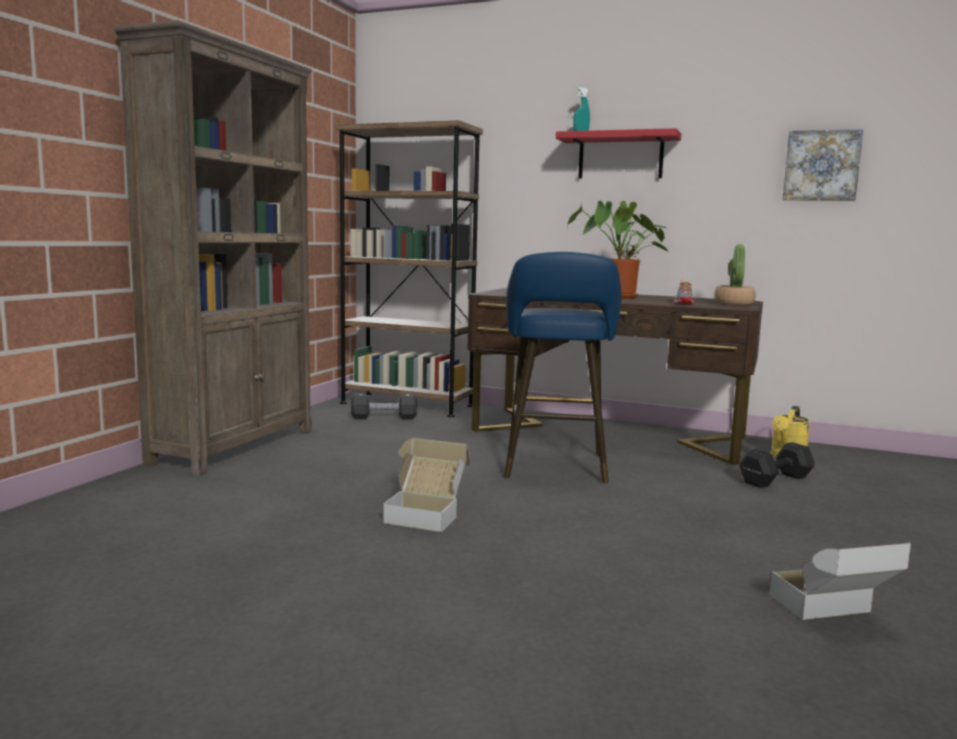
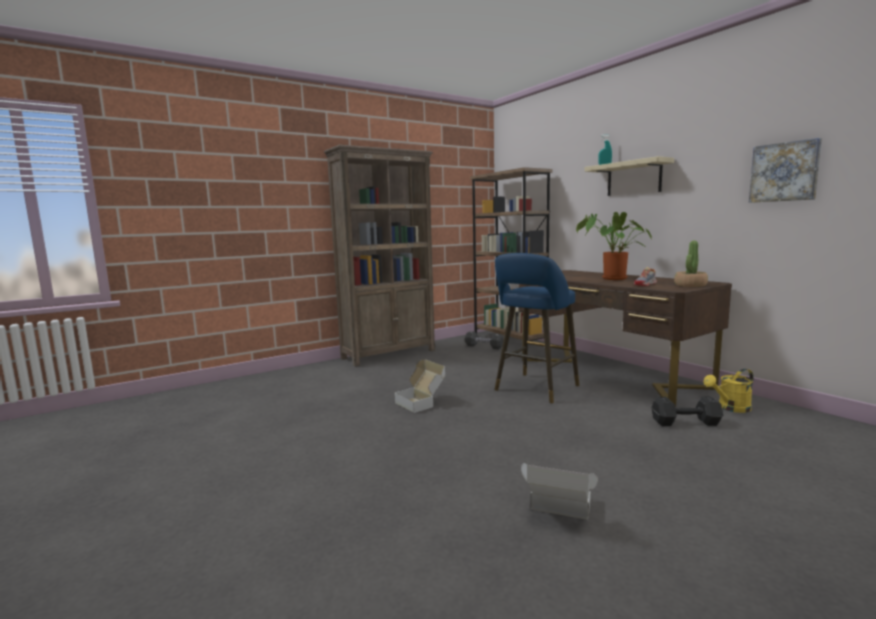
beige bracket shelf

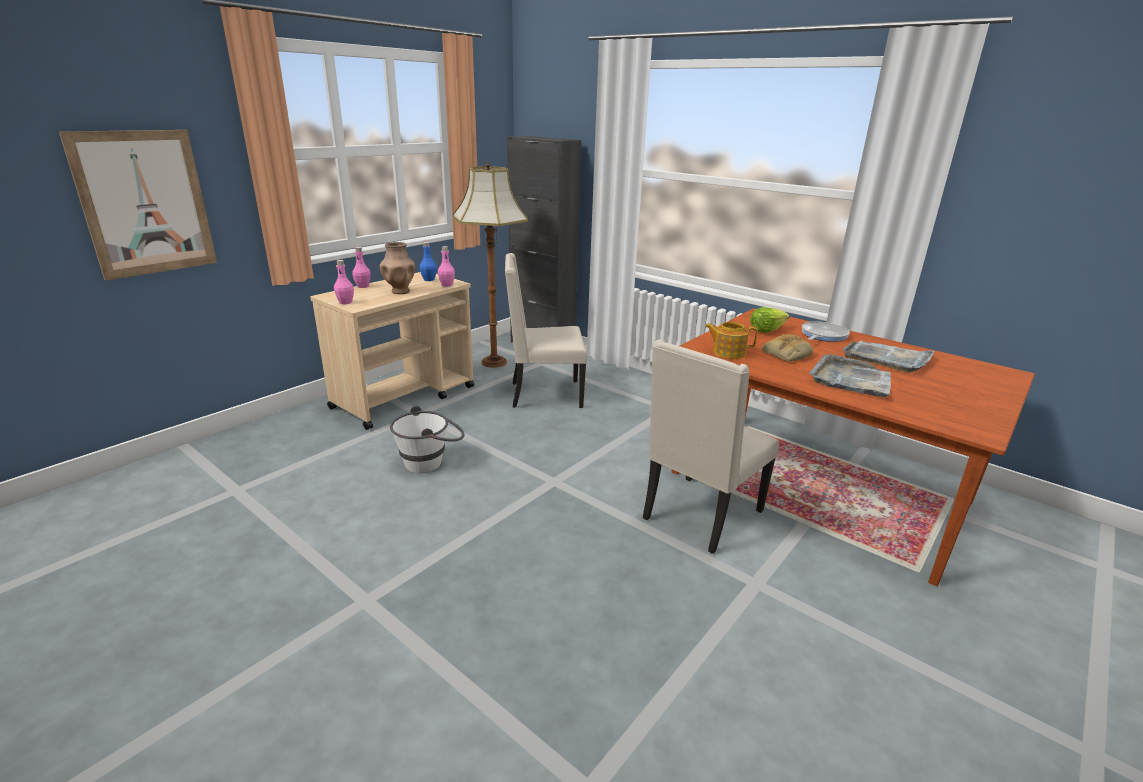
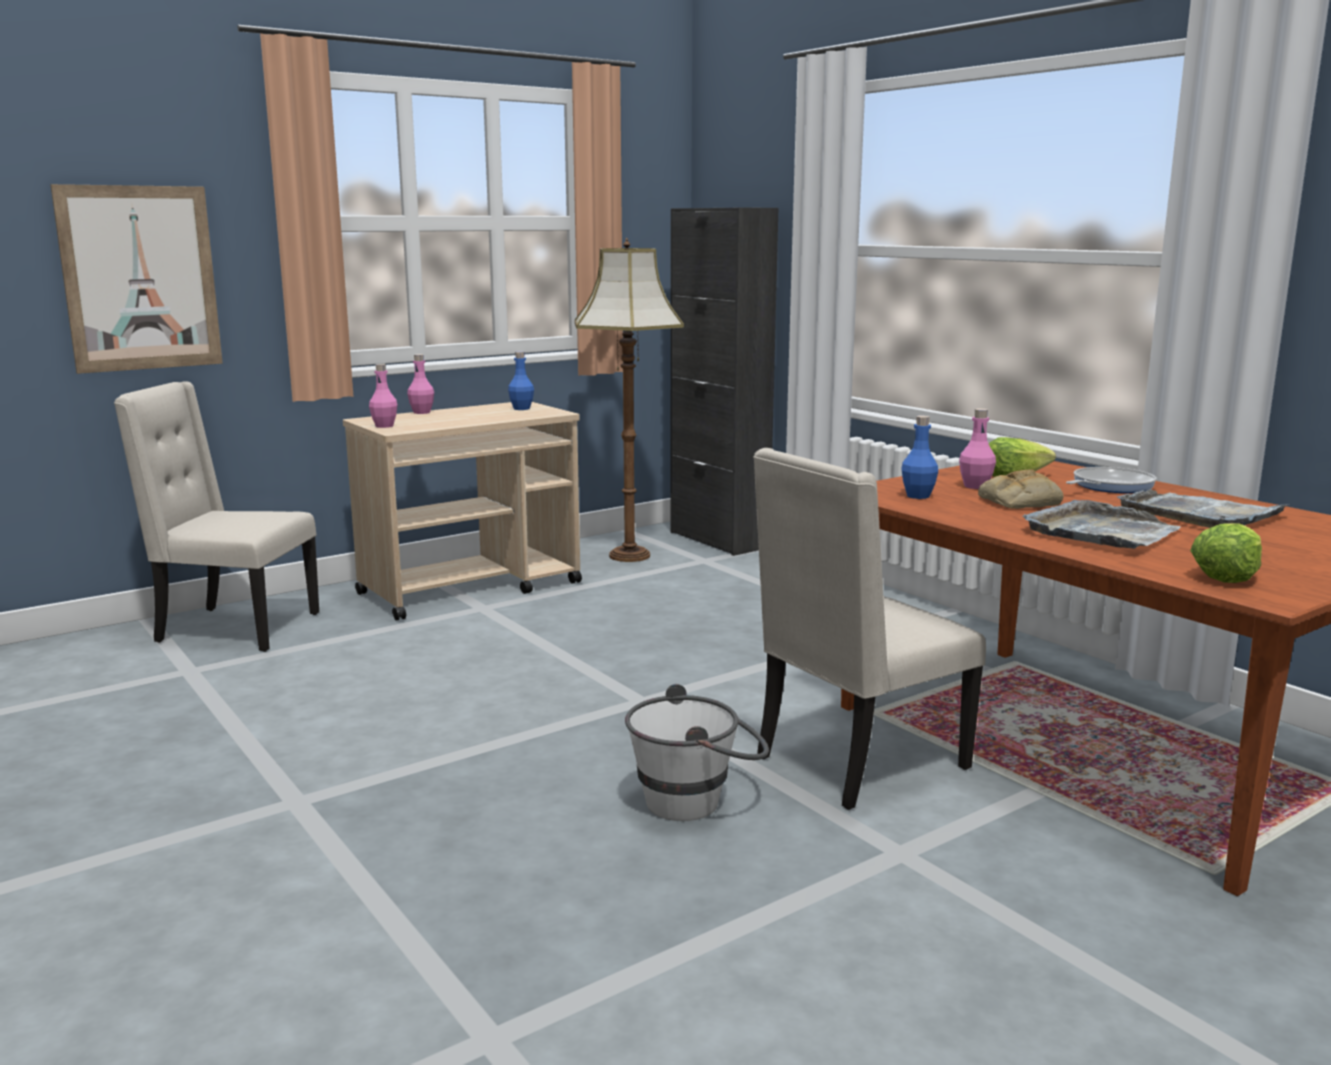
brown flower vase; white-coloured pail; pink-coloured beverage bottle (no. 3 from left); beige upright chair (no. 1 from left); blue-coloured beverage bottle (no. 2 from left); lettuce head (no. 2 from left)

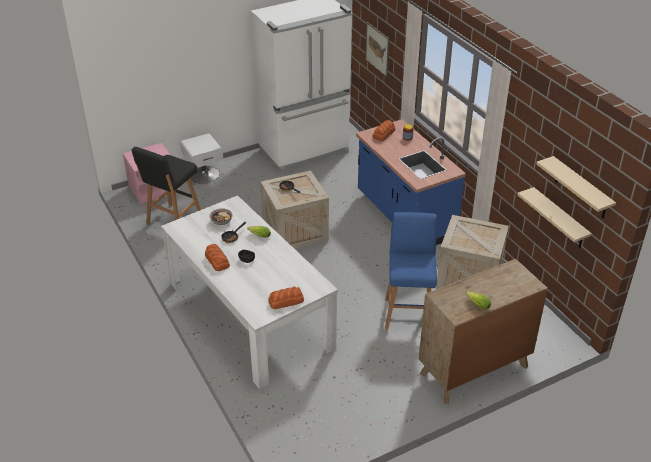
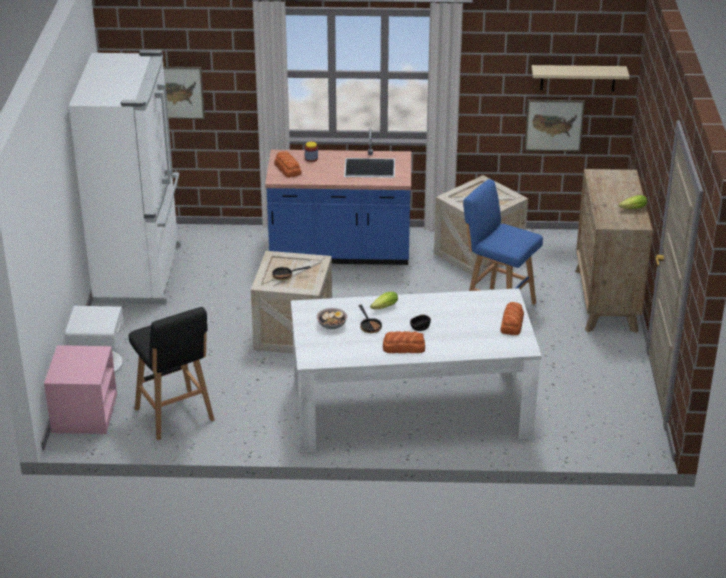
picture (no. 2 from left)

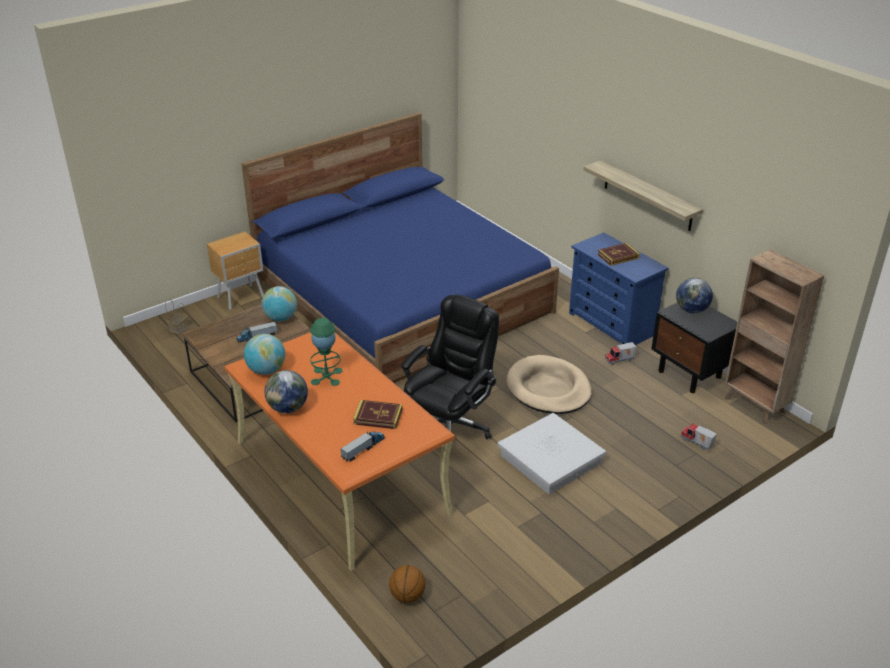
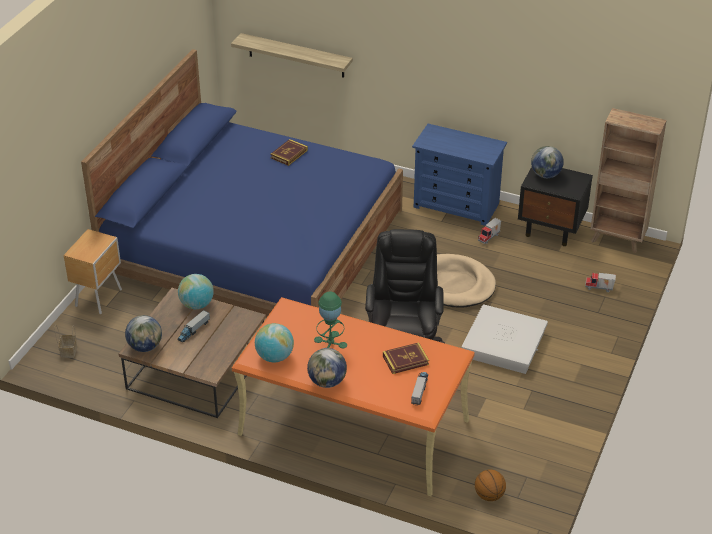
bracket shelf; volume (no. 1 from left); globe (no. 1 from left)

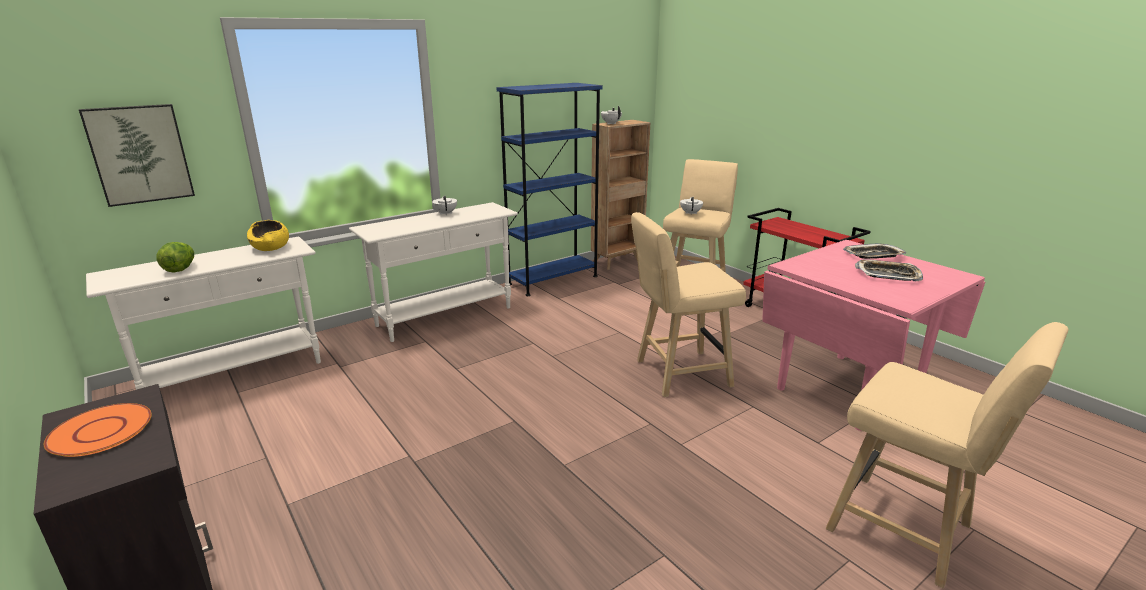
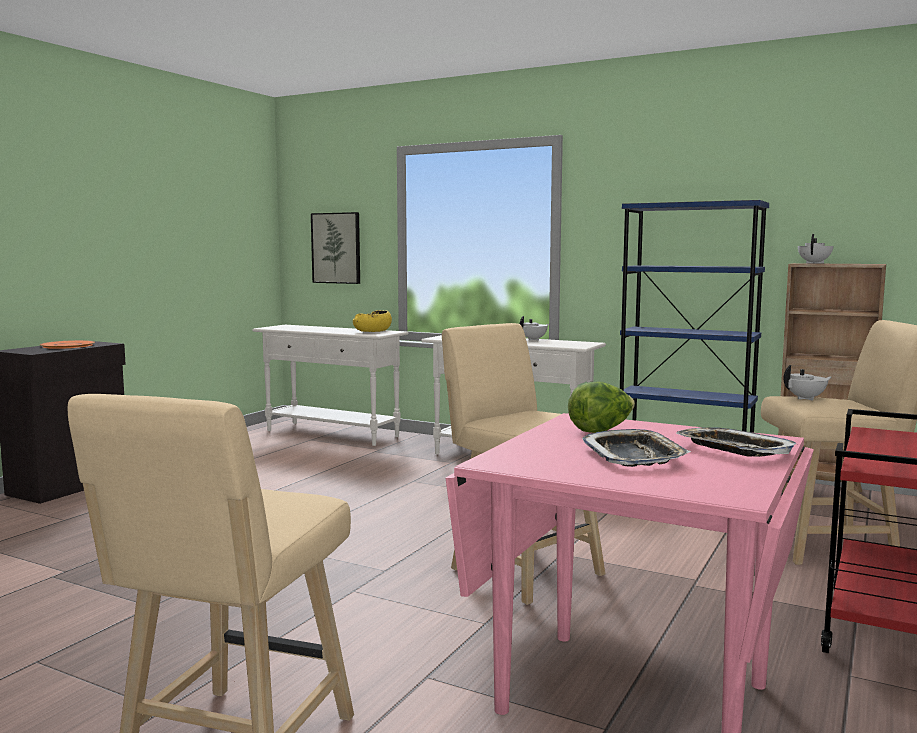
lettuce head

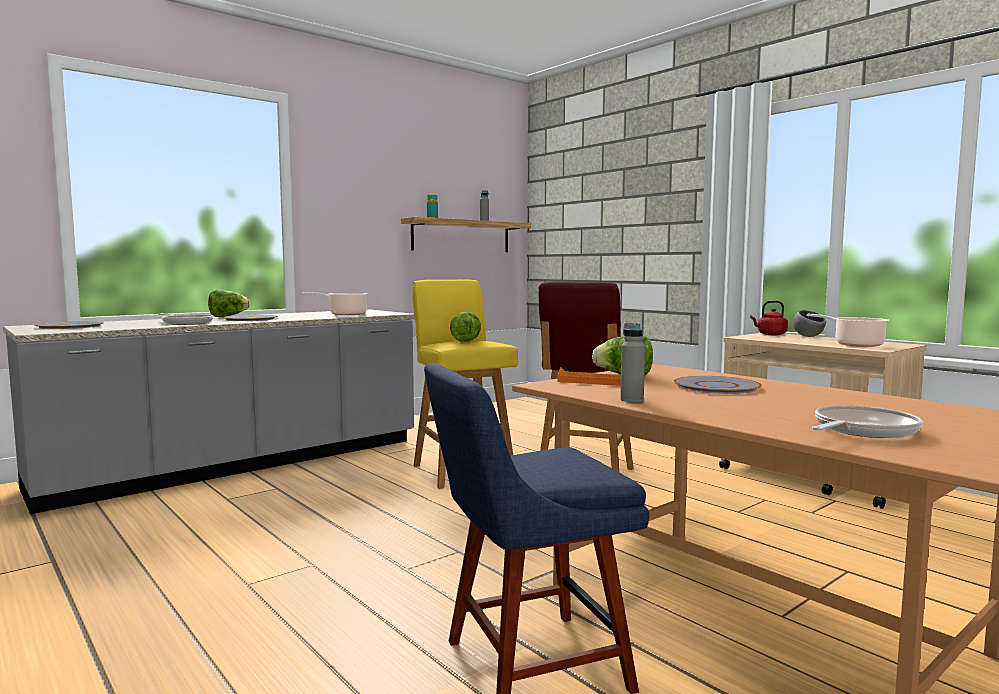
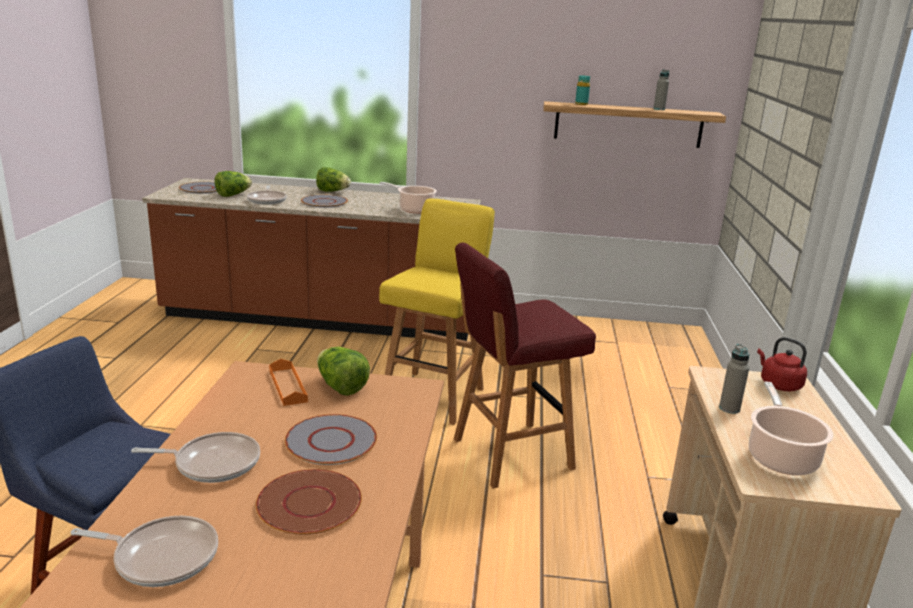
brown kitchen base unit; lettuce head (no. 1 from left); greyish beverage bottle (no. 2 from left); greyish serving bowl; frying pan (no. 2 from left); brown flat dish

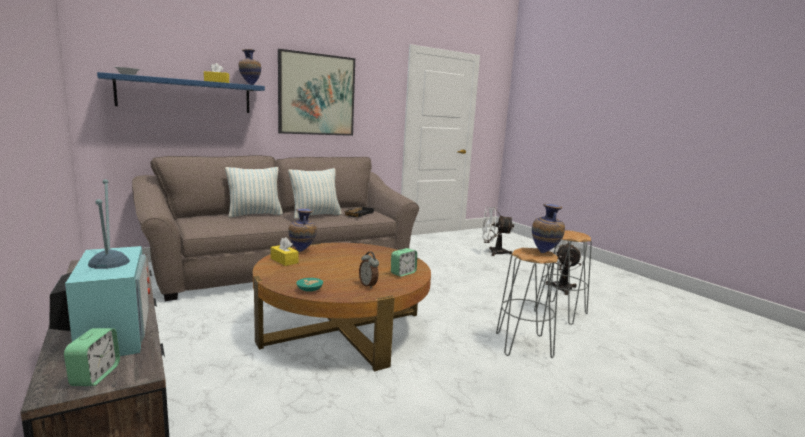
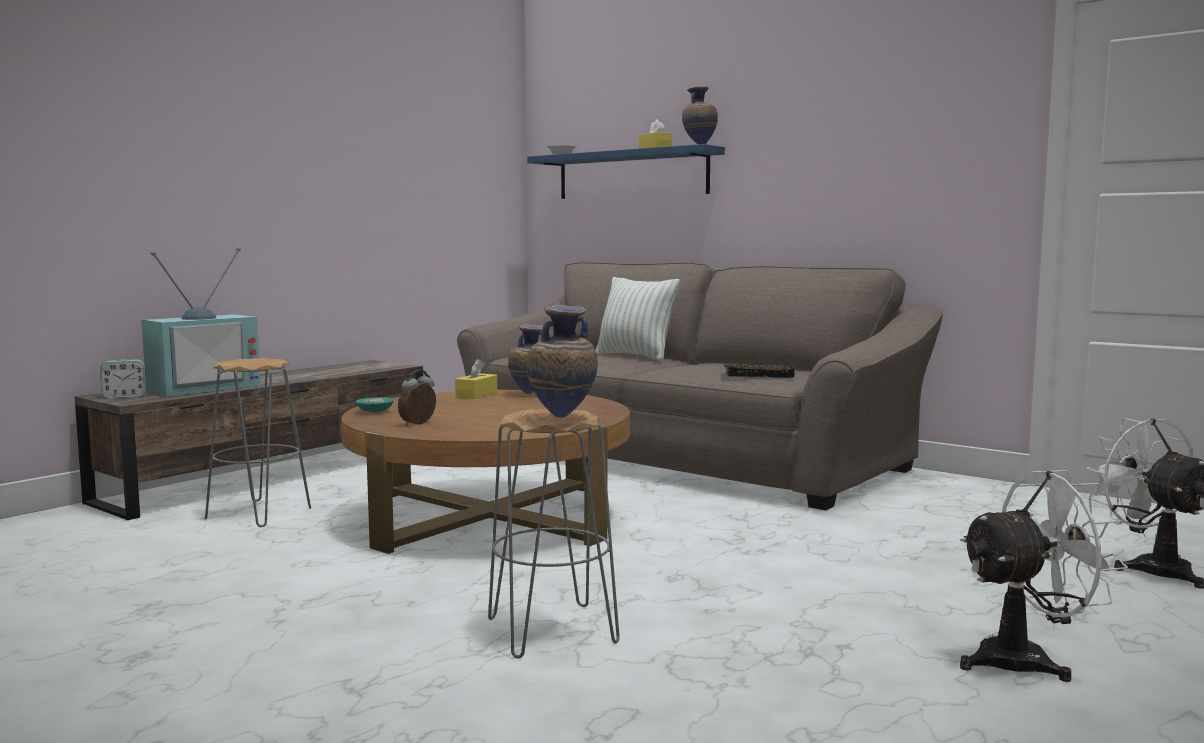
picture; cushion (no. 2 from left in the first image); alarm clock (no. 3 from left in the first image); greyish stool seat (no. 1 from left)

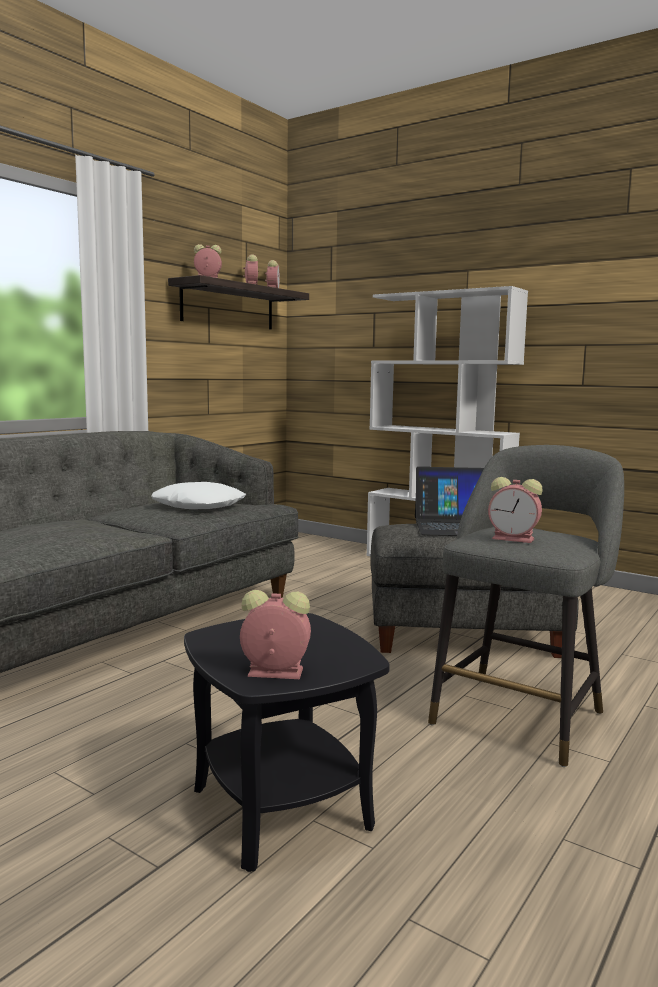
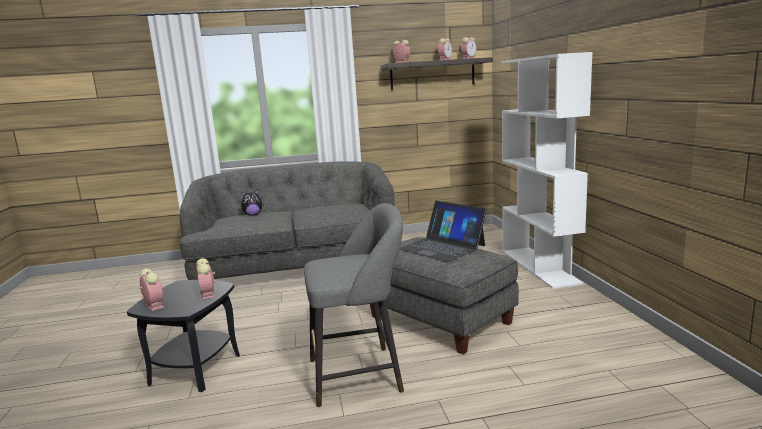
white-coloured cushion; alarm clock (no. 2 from left); cuddly toy

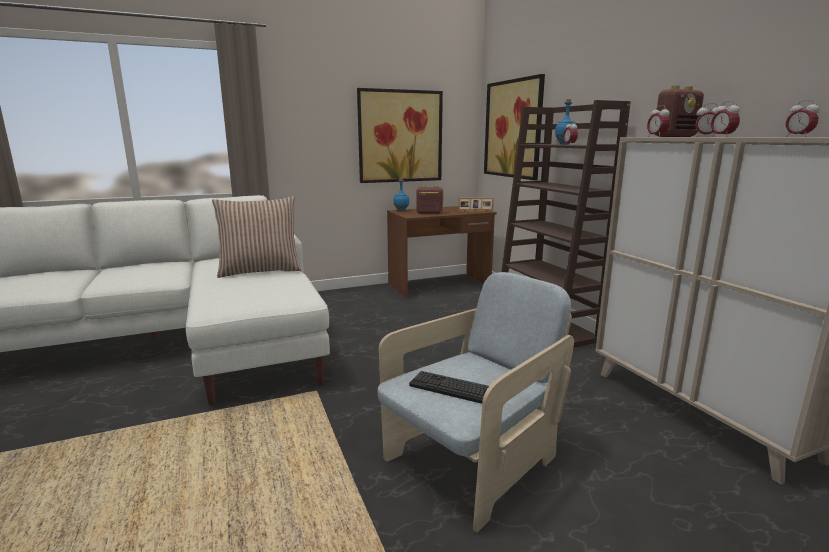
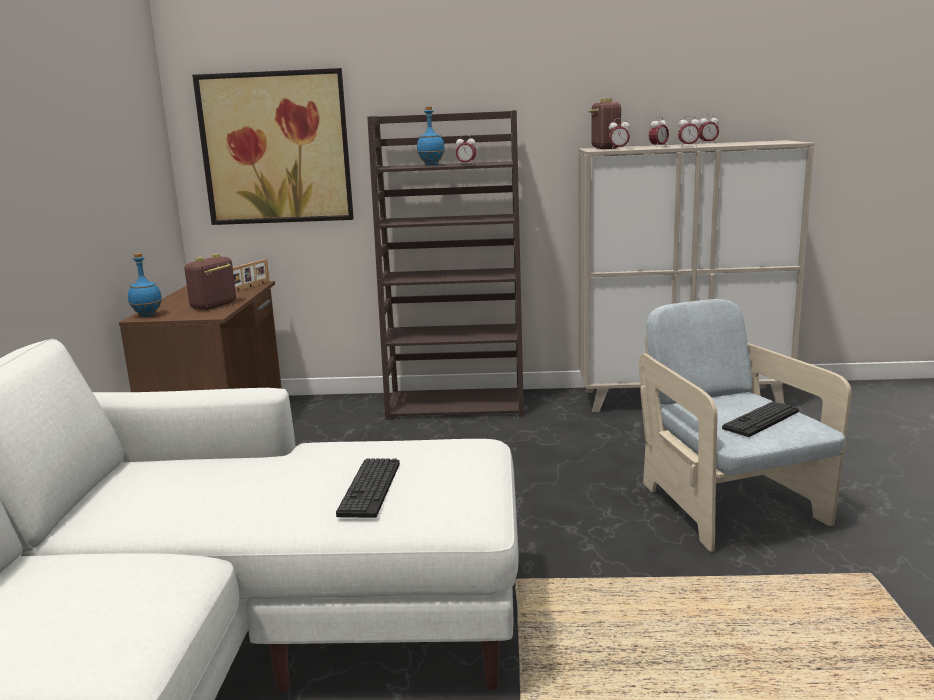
cushion; picture (no. 1 from left in the first image); PC keyboard (no. 1 from left)

